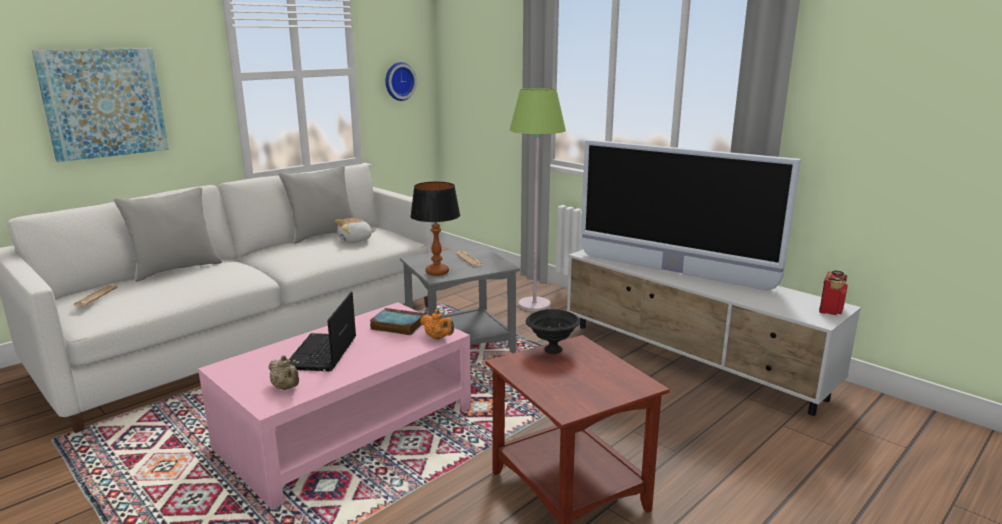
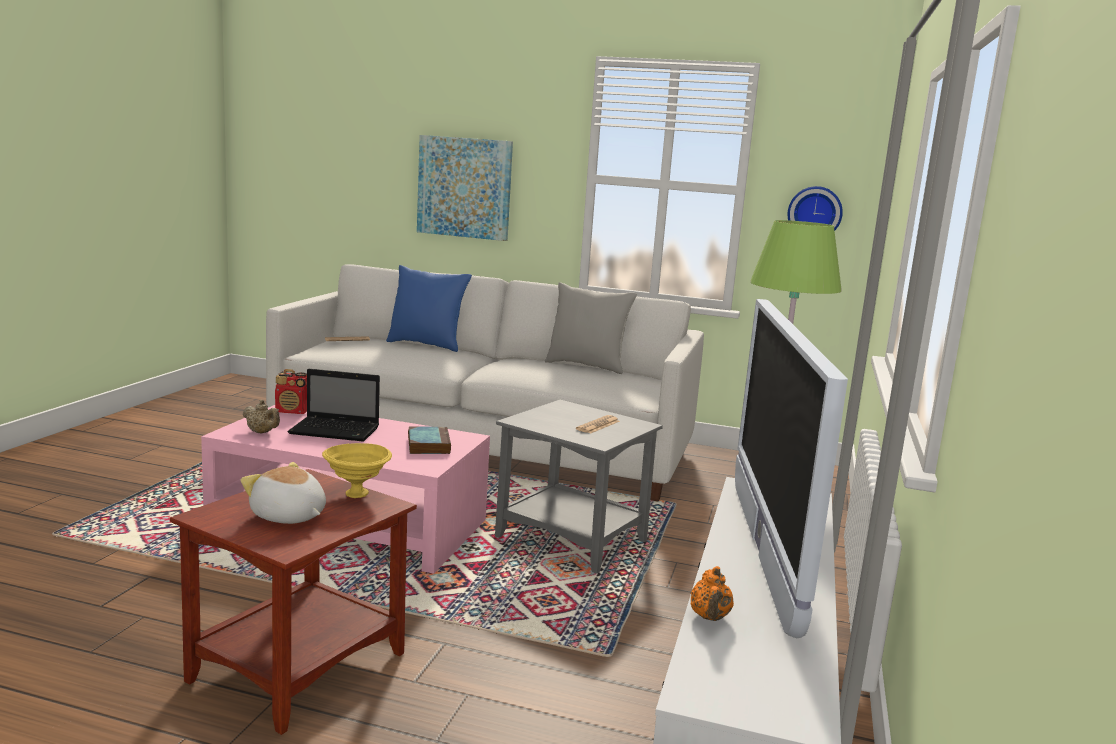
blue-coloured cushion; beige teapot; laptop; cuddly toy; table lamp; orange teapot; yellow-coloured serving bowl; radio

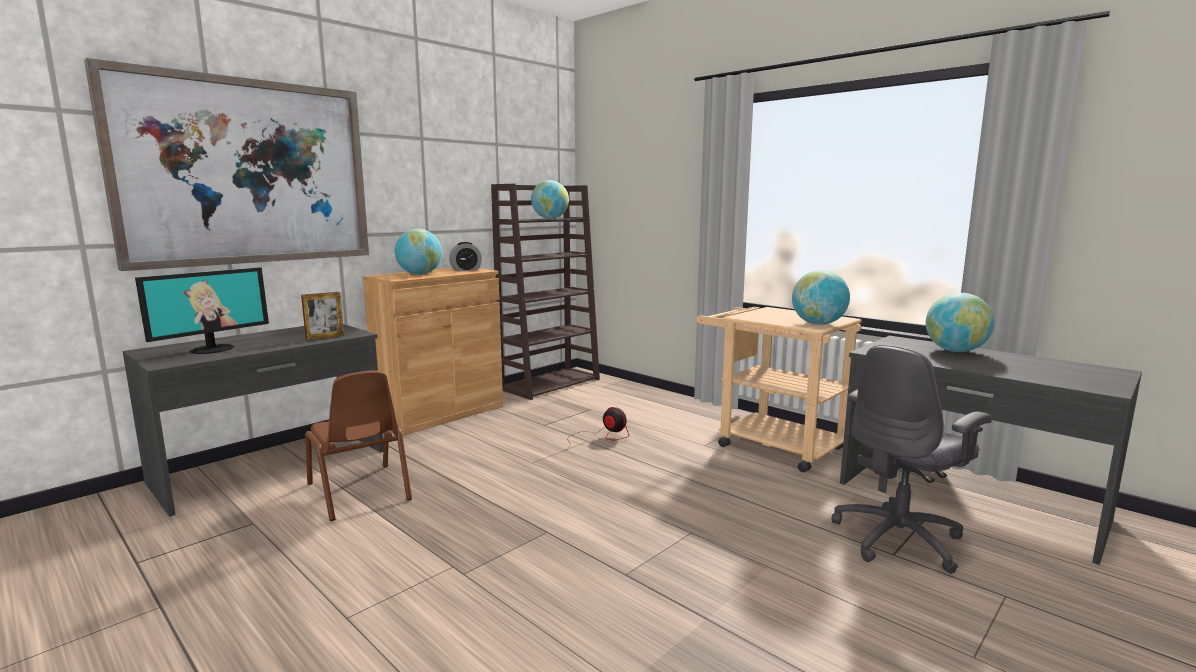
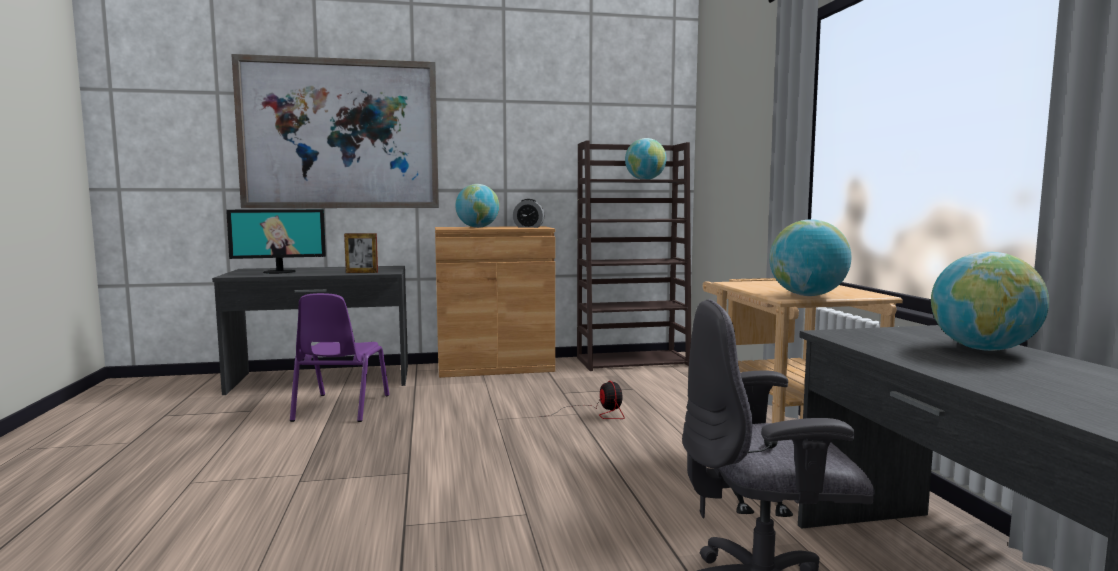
purple-coloured upright chair

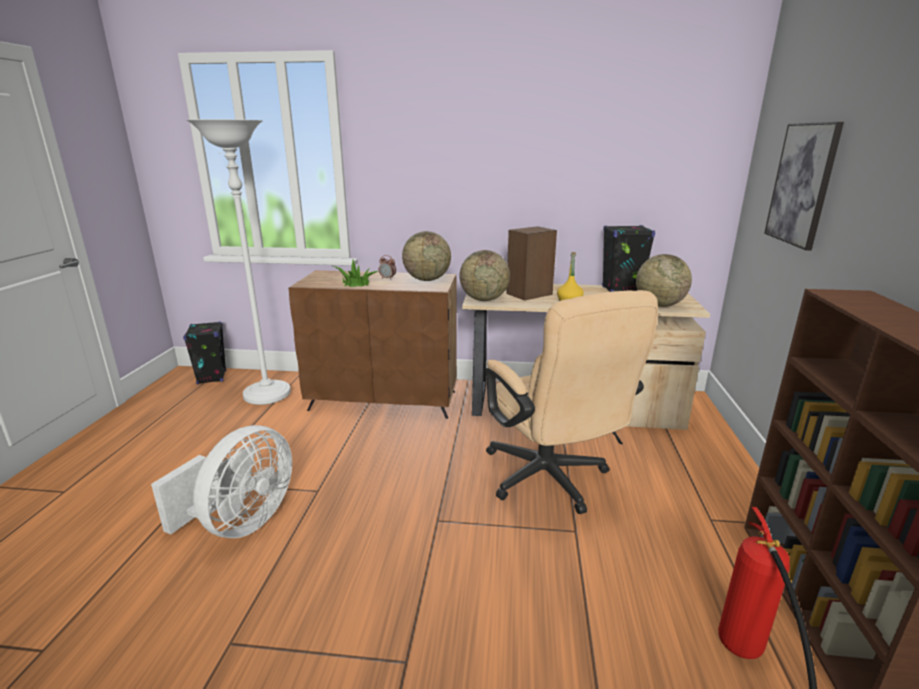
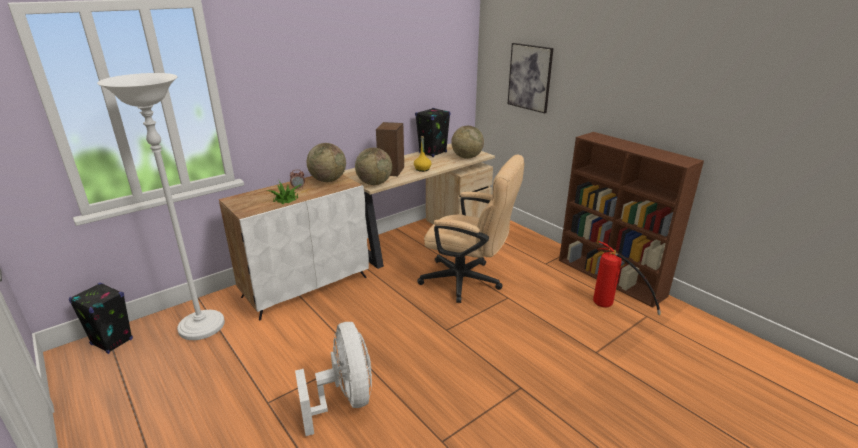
white-coloured storage cabinet

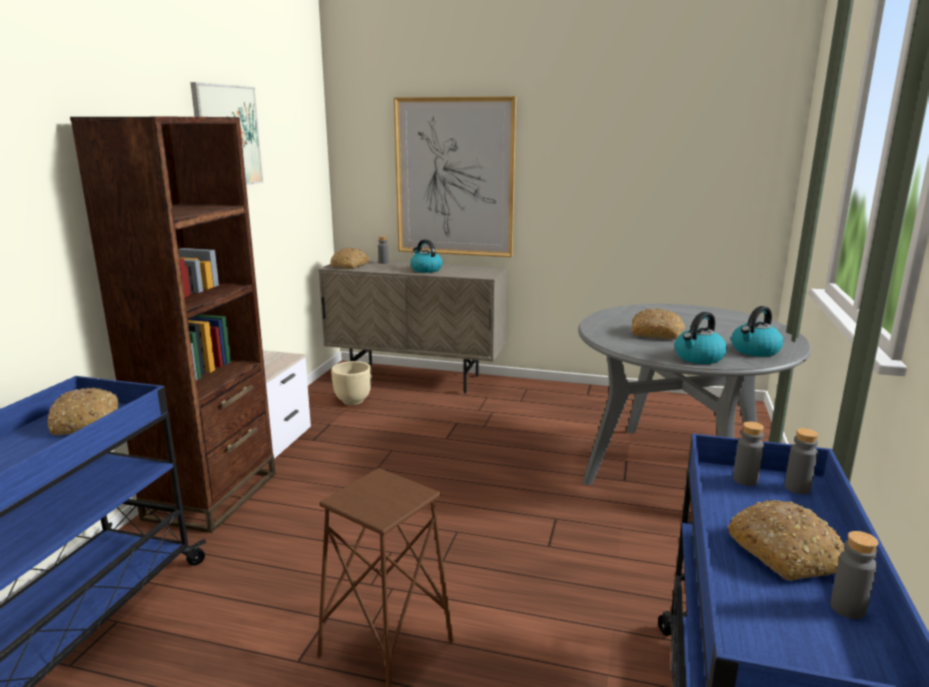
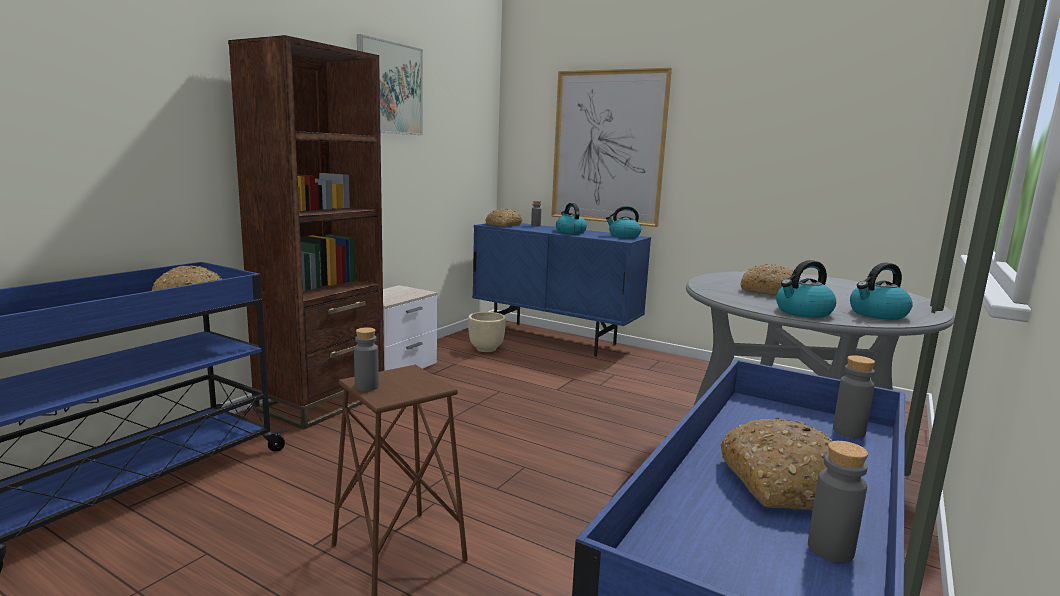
blue-coloured storage cabinet; greyish beverage bottle (no. 1 from left); kettle (no. 2 from left)

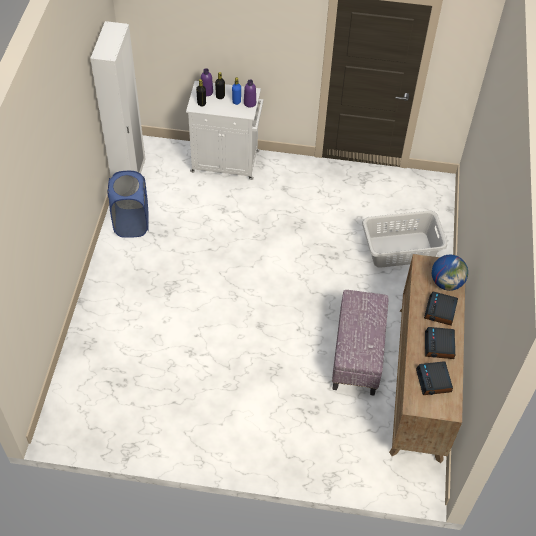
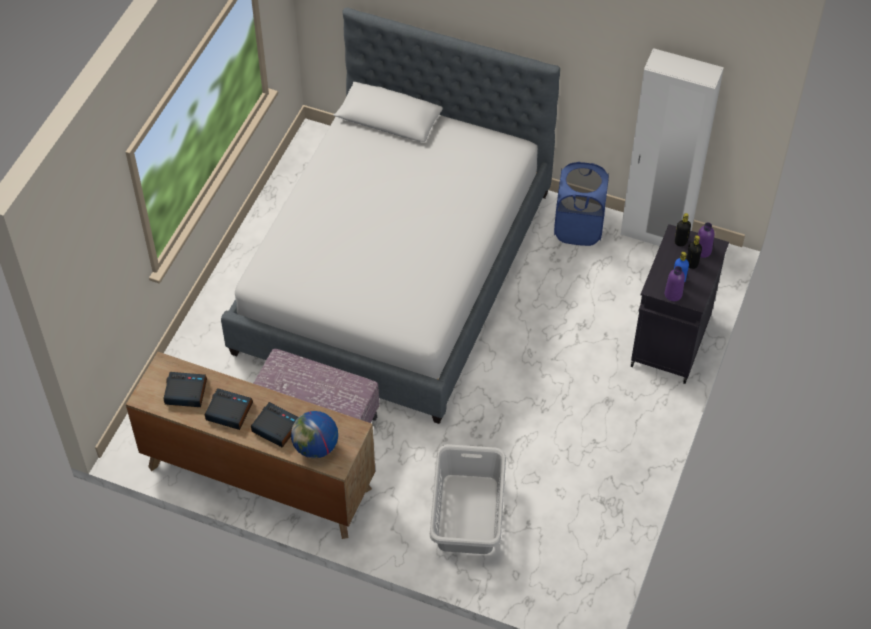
black storage cabinet; bedroom bed

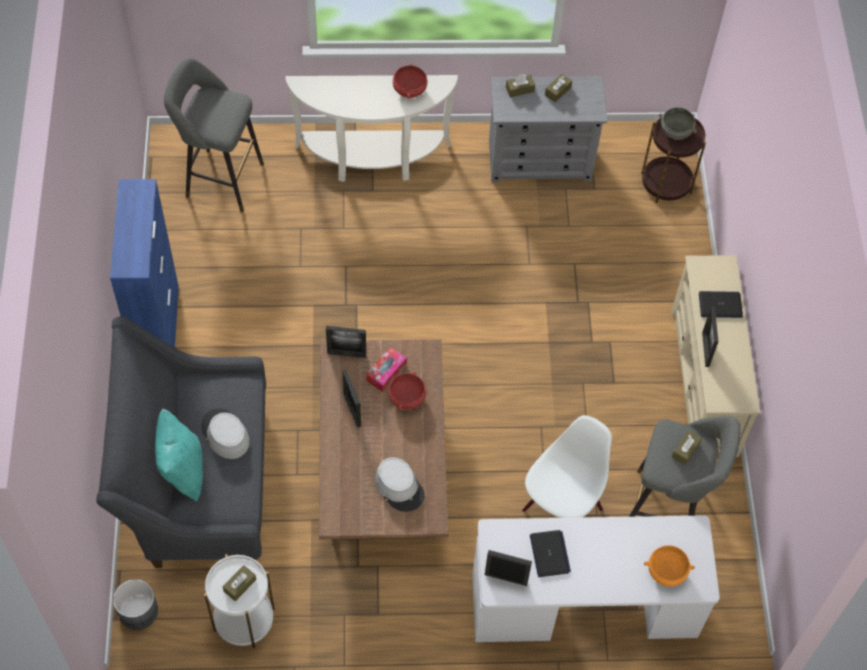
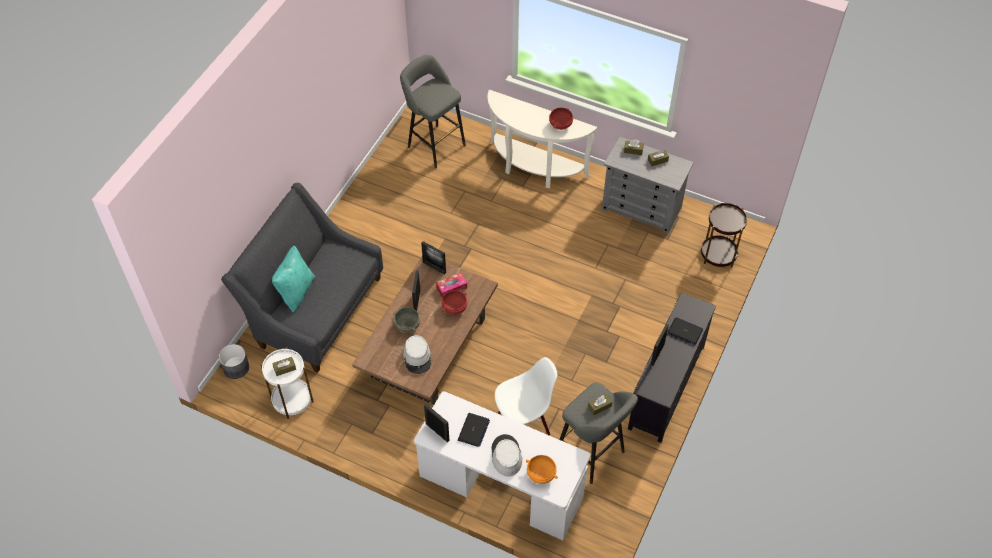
blue-coloured storage cabinet; greyish hat (no. 2 from left); greyish serving bowl; black tv unit

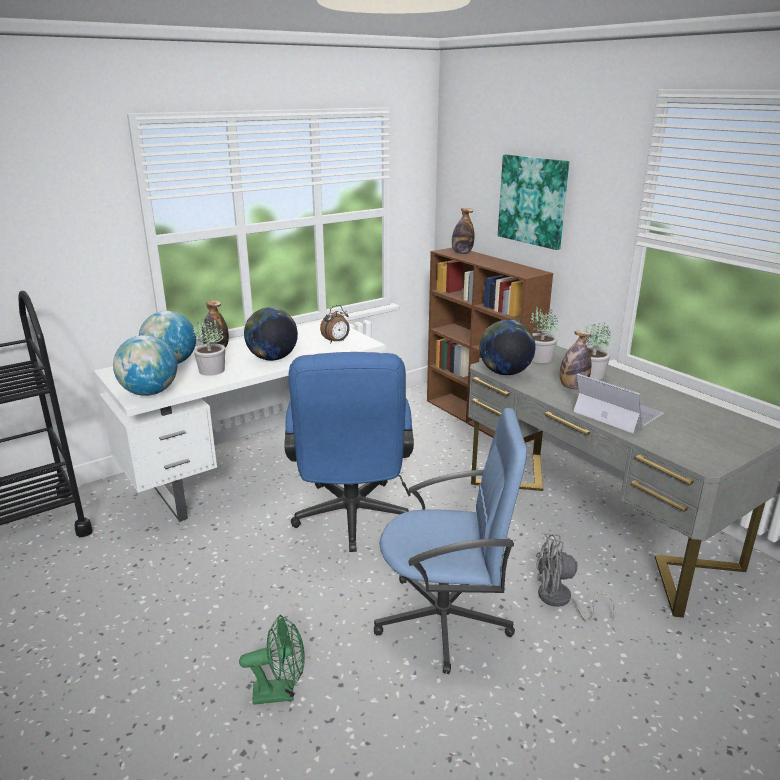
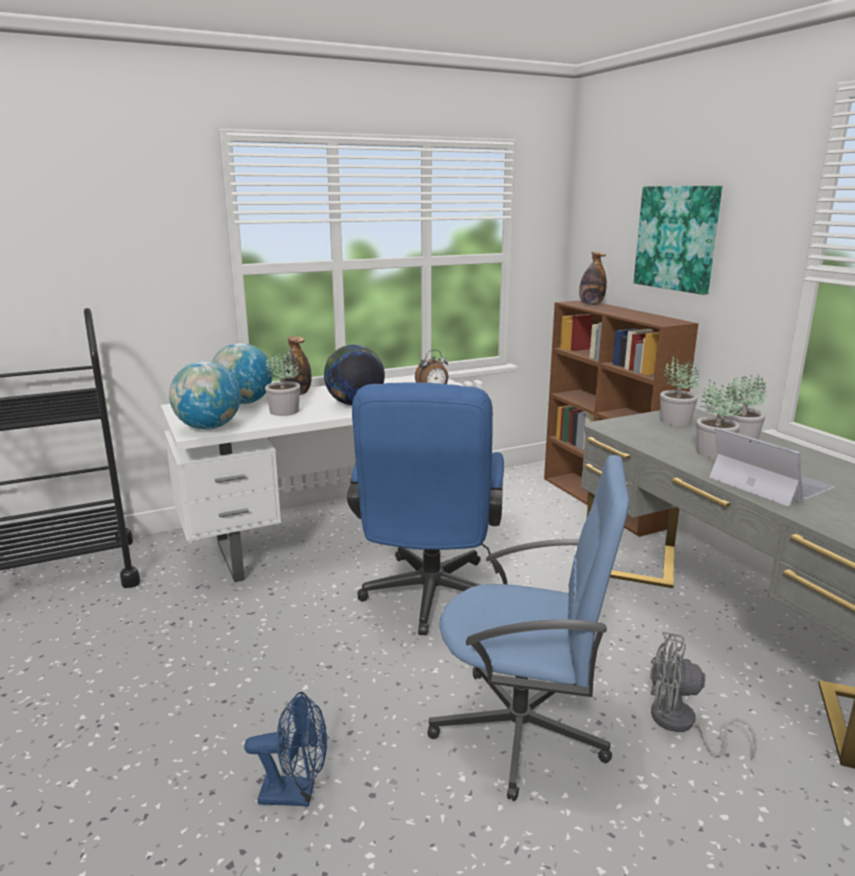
blue-coloured fan; globe (no. 4 from left in the first image); plant in a pot (no. 3 from left)

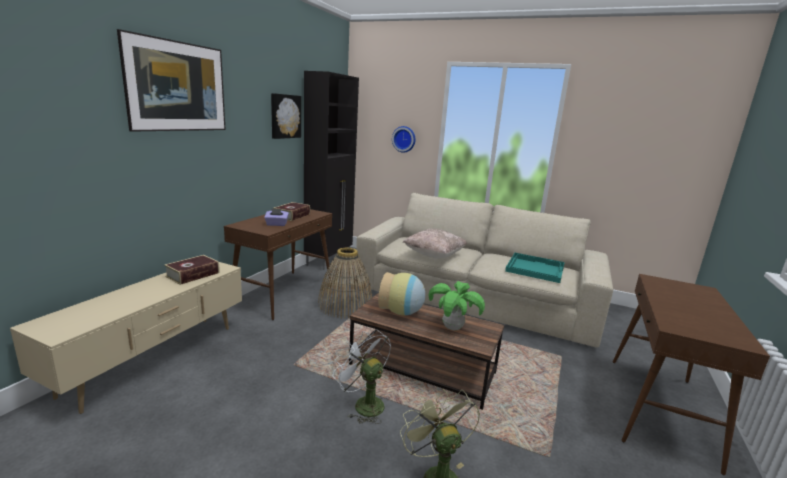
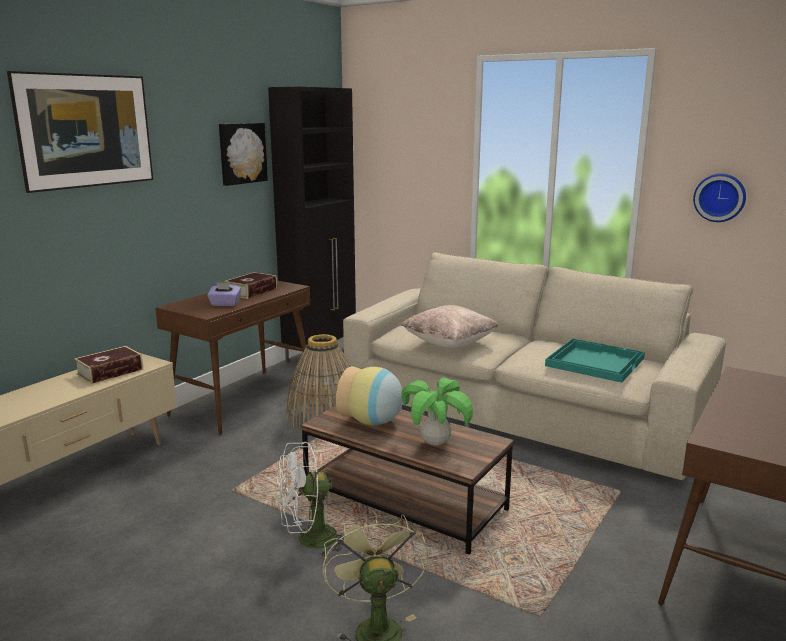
white-coloured fan; clock on the wall

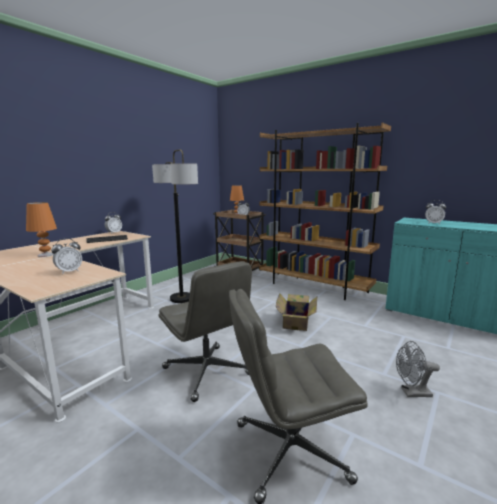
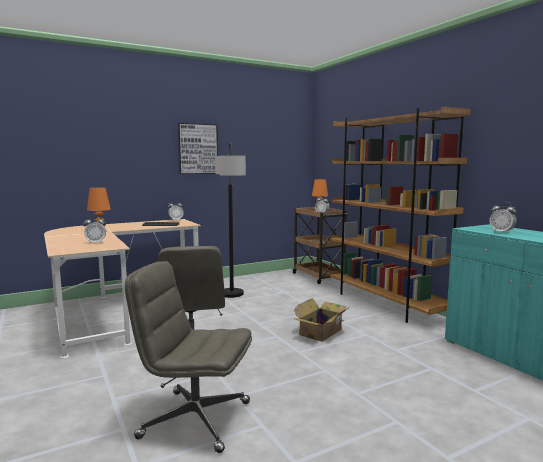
greyish fan; picture

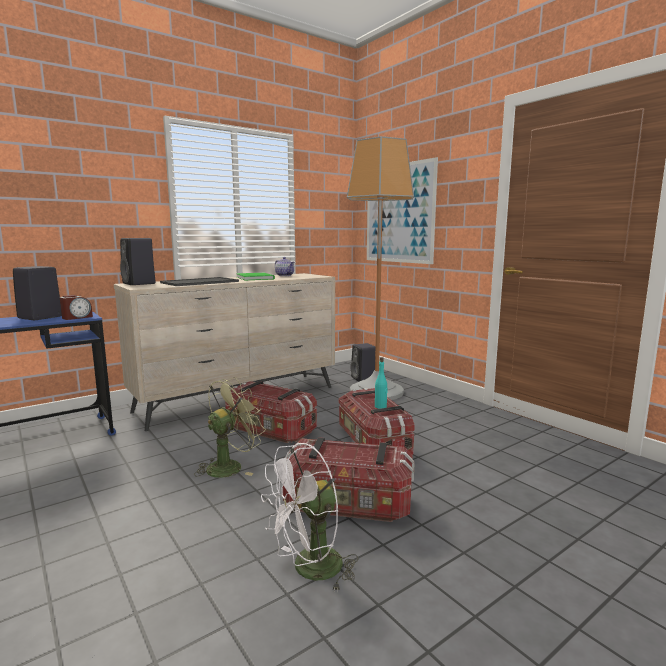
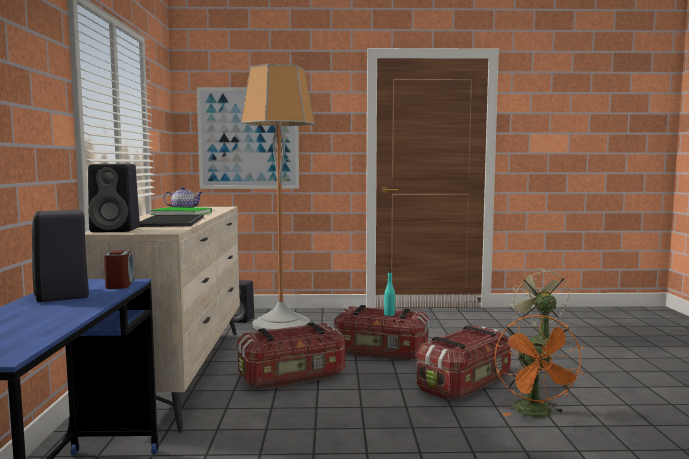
green-coloured fan; orange fan

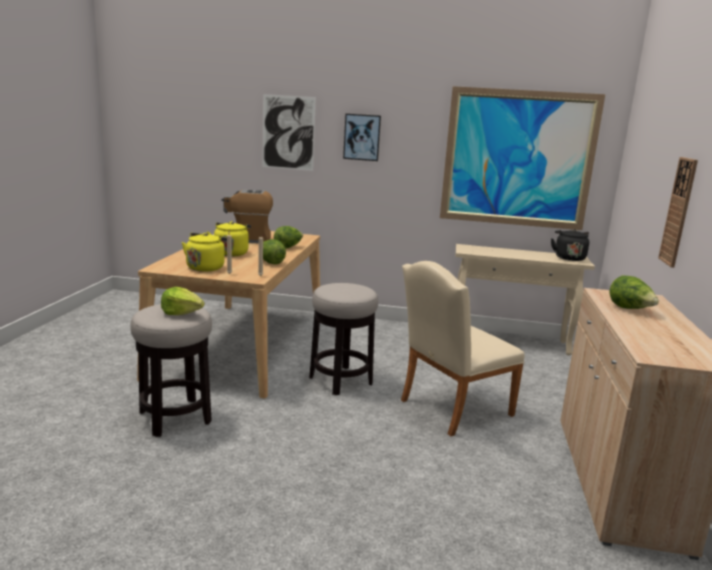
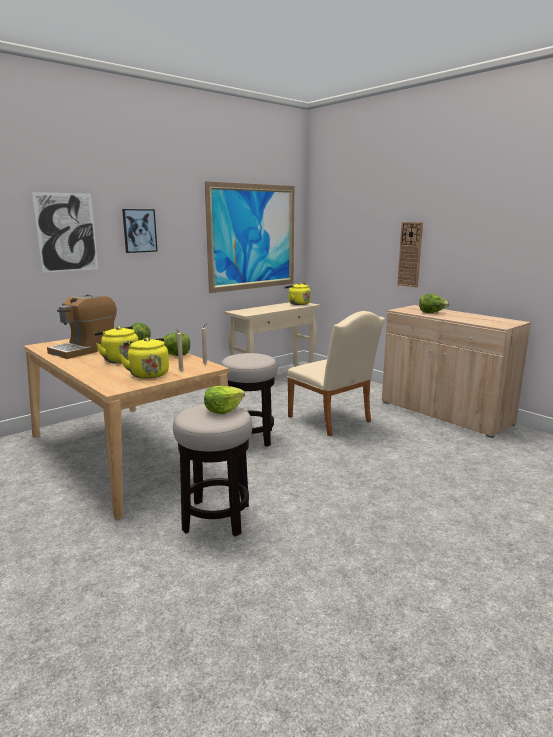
beige upright chair; yellow-coloured kettle (no. 3 from left)

